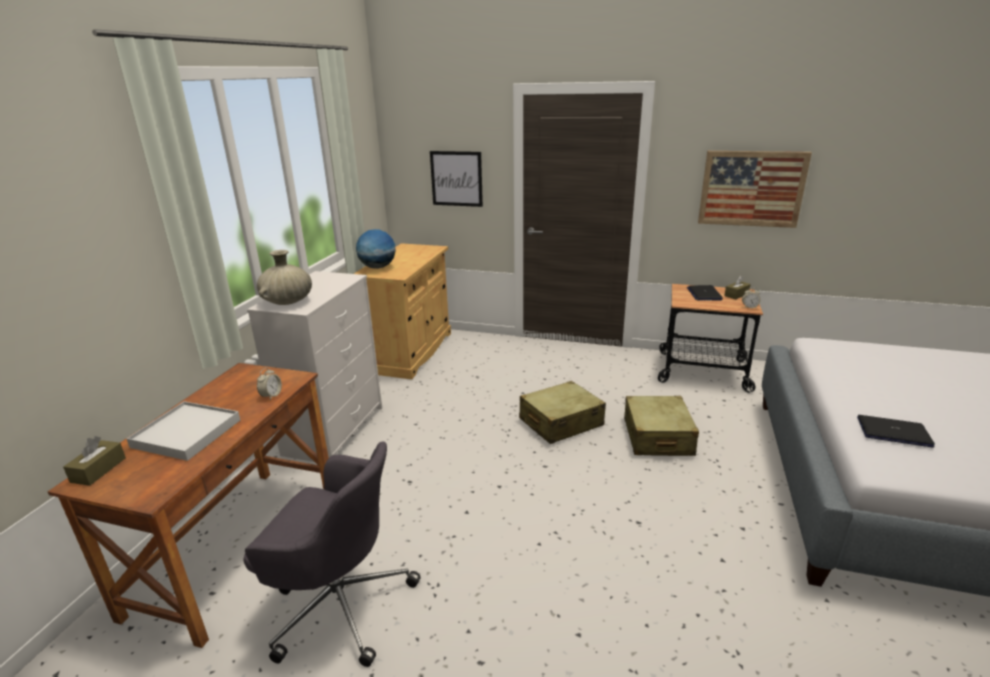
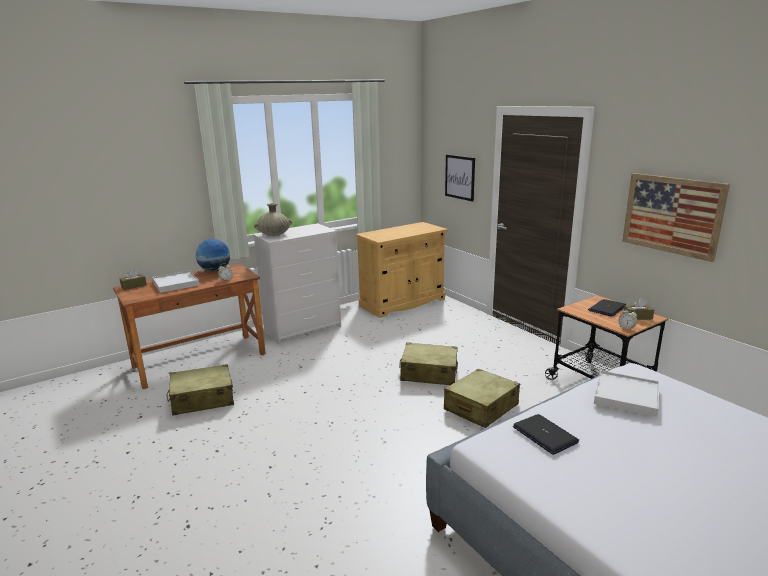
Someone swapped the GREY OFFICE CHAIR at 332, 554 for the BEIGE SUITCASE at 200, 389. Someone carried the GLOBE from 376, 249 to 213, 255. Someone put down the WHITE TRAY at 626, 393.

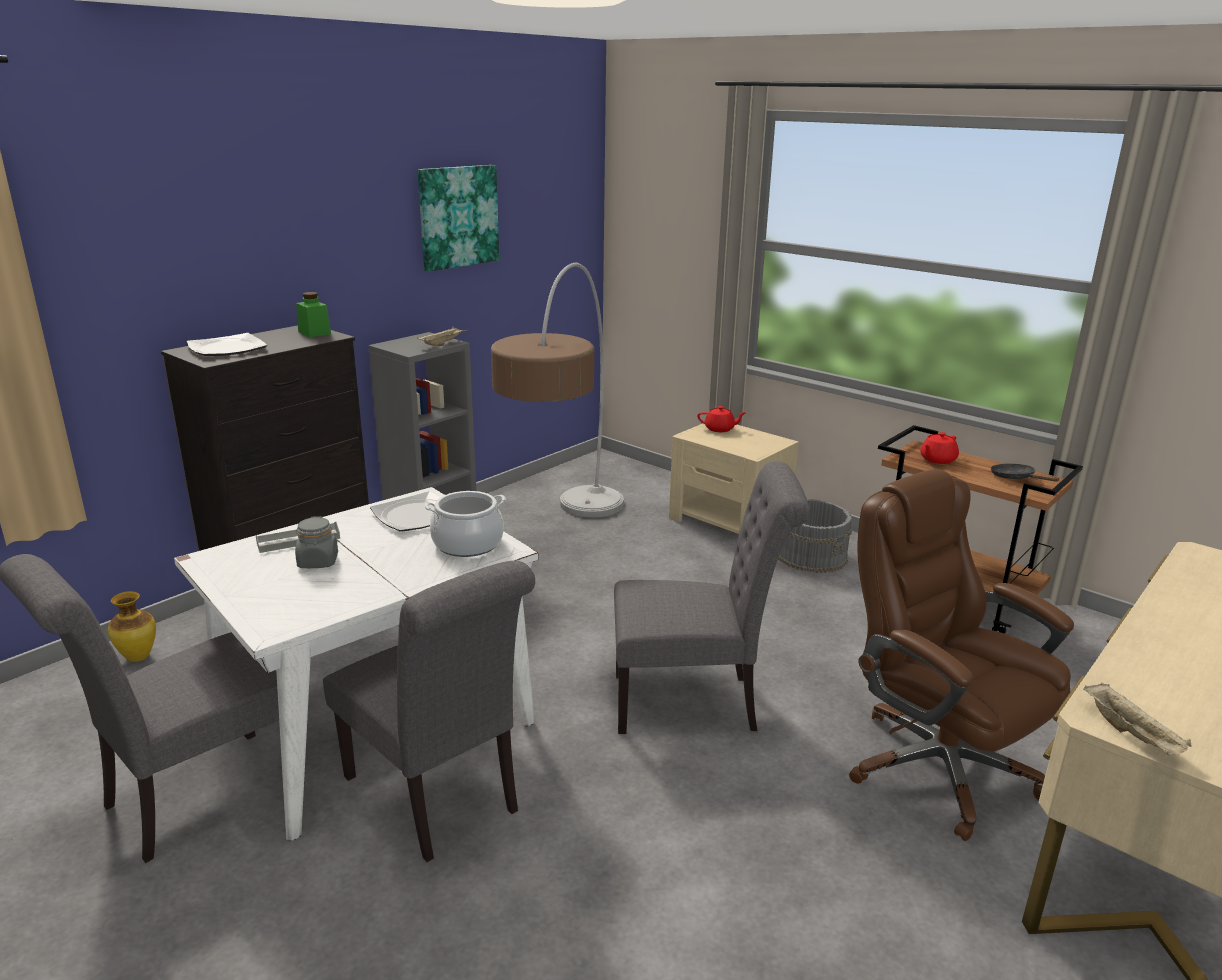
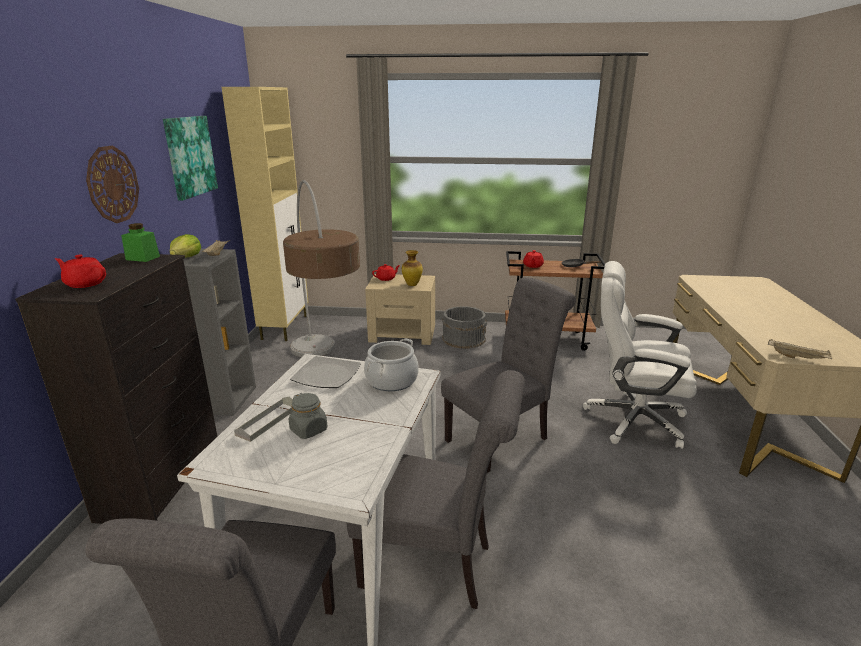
Someone carried the VASE from 132, 626 to 412, 268. Someone swapped the PLATE at 227, 344 for the RED TEAPOT at 80, 271. Someone repainted the BROWN OFFICE CHAIR at 961, 655, which became the WHITE OFFICE CHAIR at 640, 355. Someone put up the WALL CLOCK at 112, 184. Someone put down the LETTUCE at 185, 246. Someone put down the BEIGE CABINET at 264, 214.

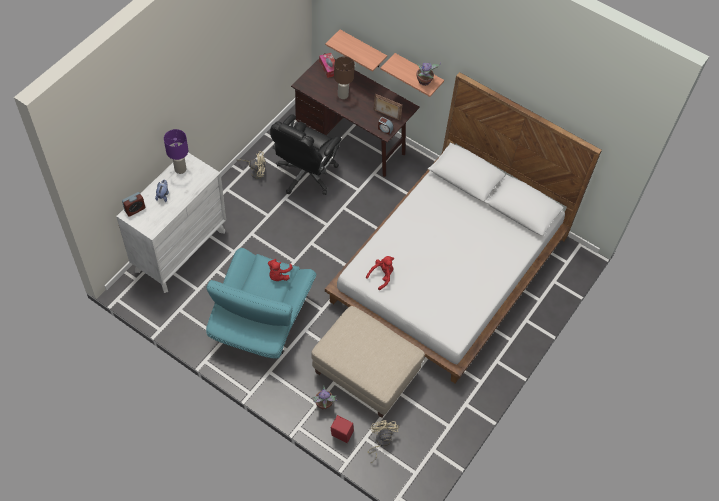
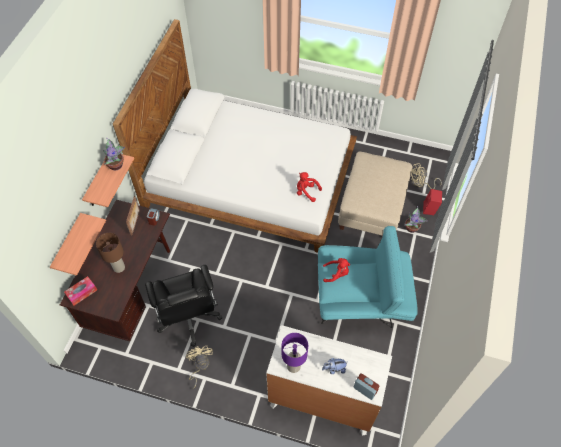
Someone rotated the BLACK OFFICE CHAIR at 306, 154 by 60 degrees clockwise.

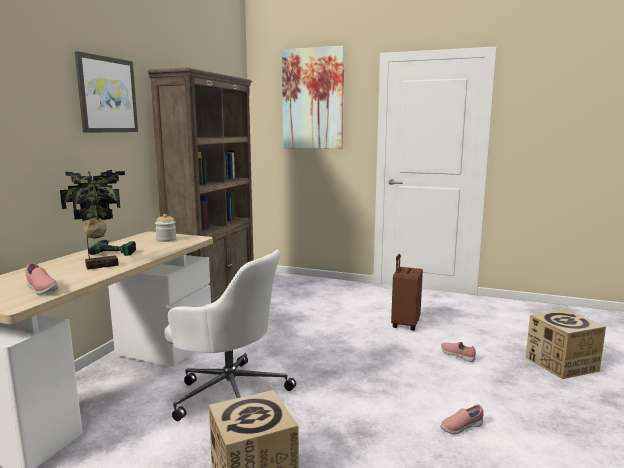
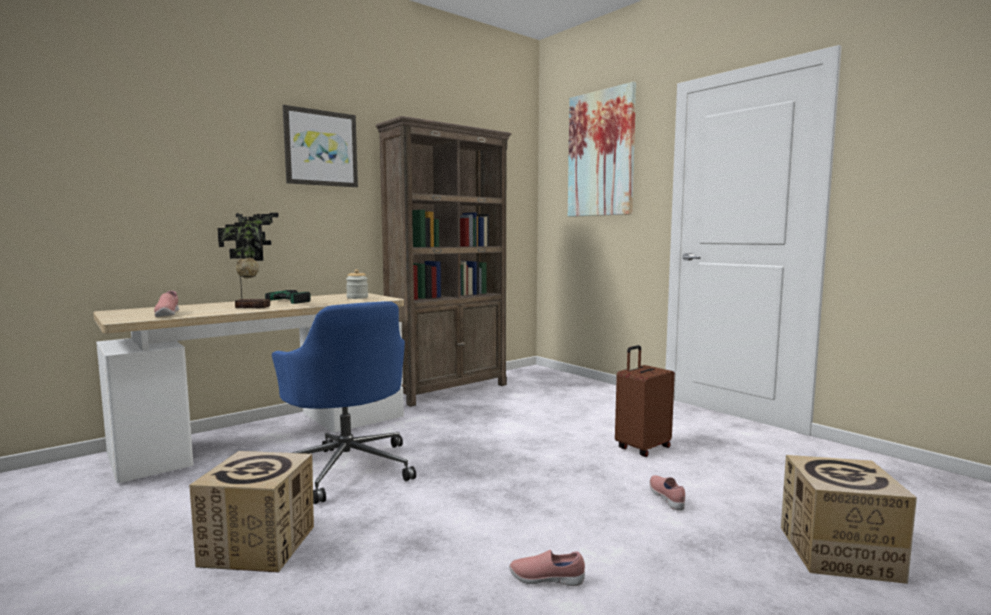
Someone repainted the WHITE OFFICE CHAIR at 230, 335, which became the BLUE OFFICE CHAIR at 344, 402.

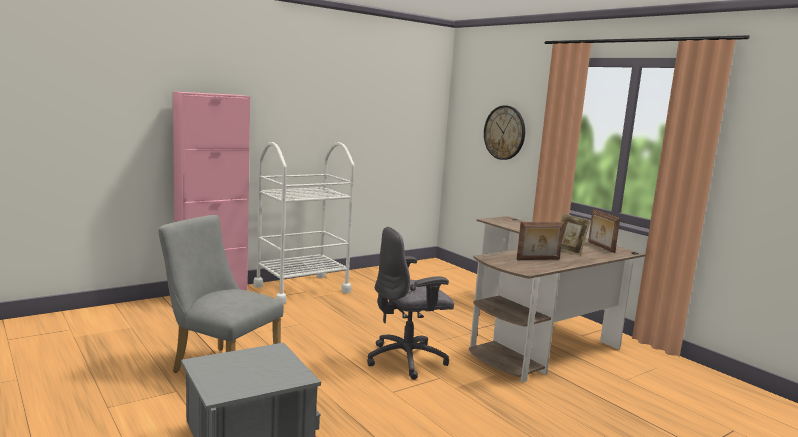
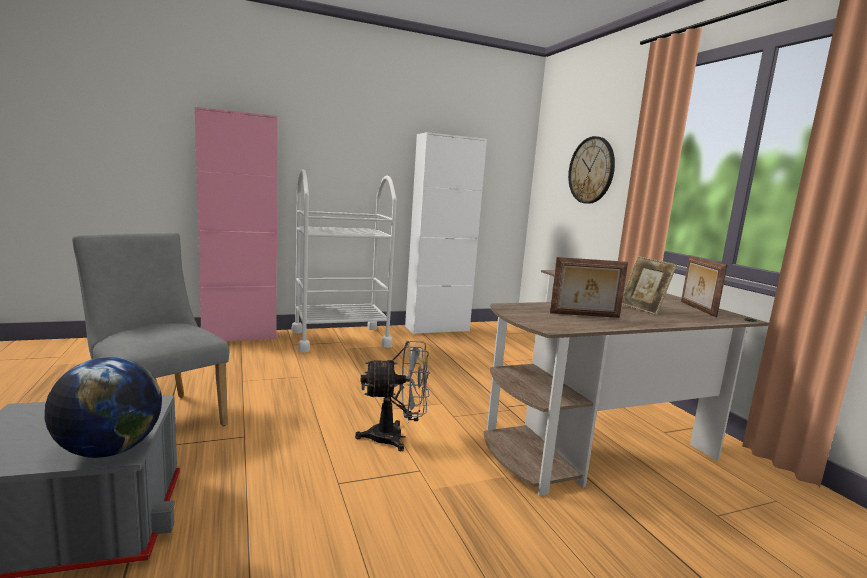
Someone swapped the GREY OFFICE CHAIR at 410, 303 for the GREY FAN at 392, 396. Someone put down the GLOBE at 103, 407. Someone put down the WHITE CABINET at 446, 233.

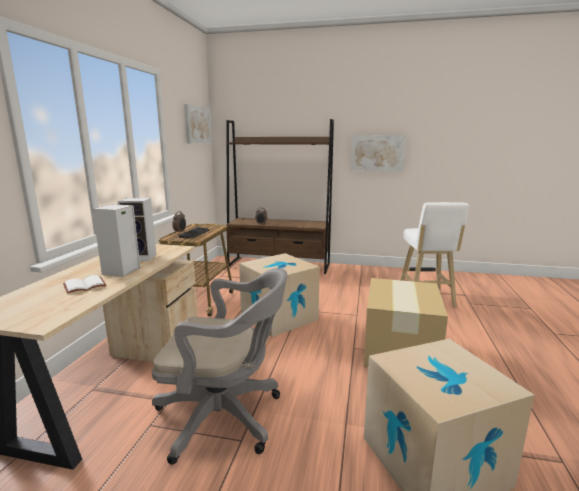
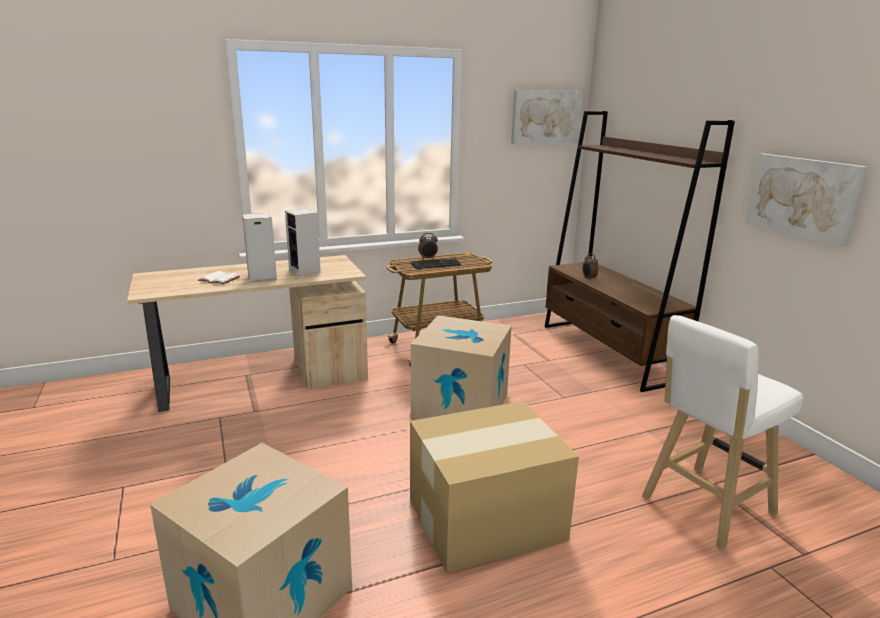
Someone took away the GREY OFFICE CHAIR at 219, 366.

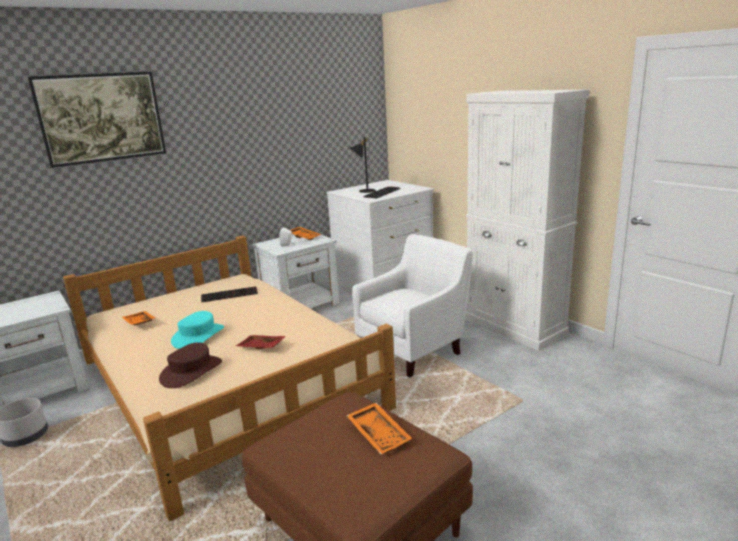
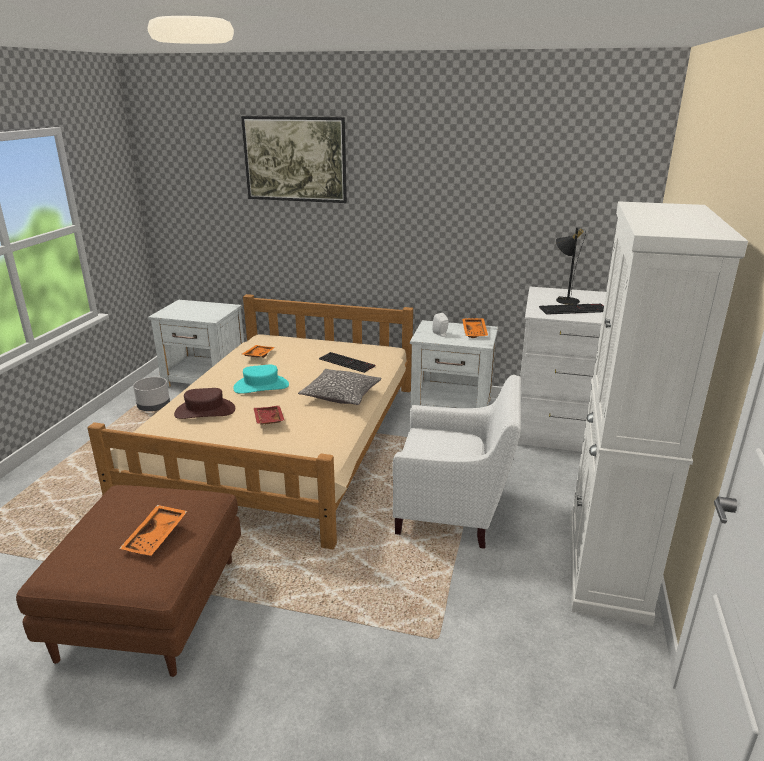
Someone put down the PILLOW at 340, 387.

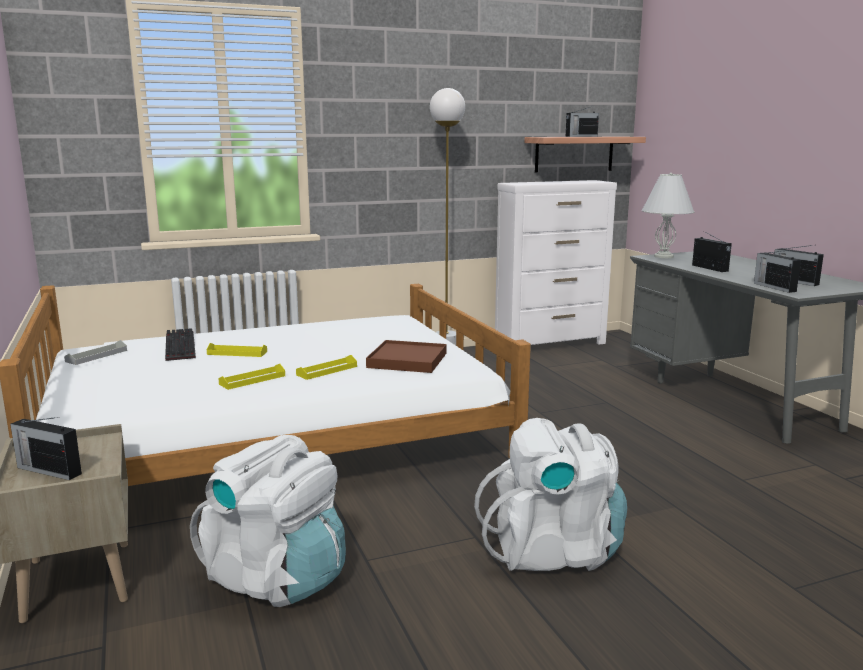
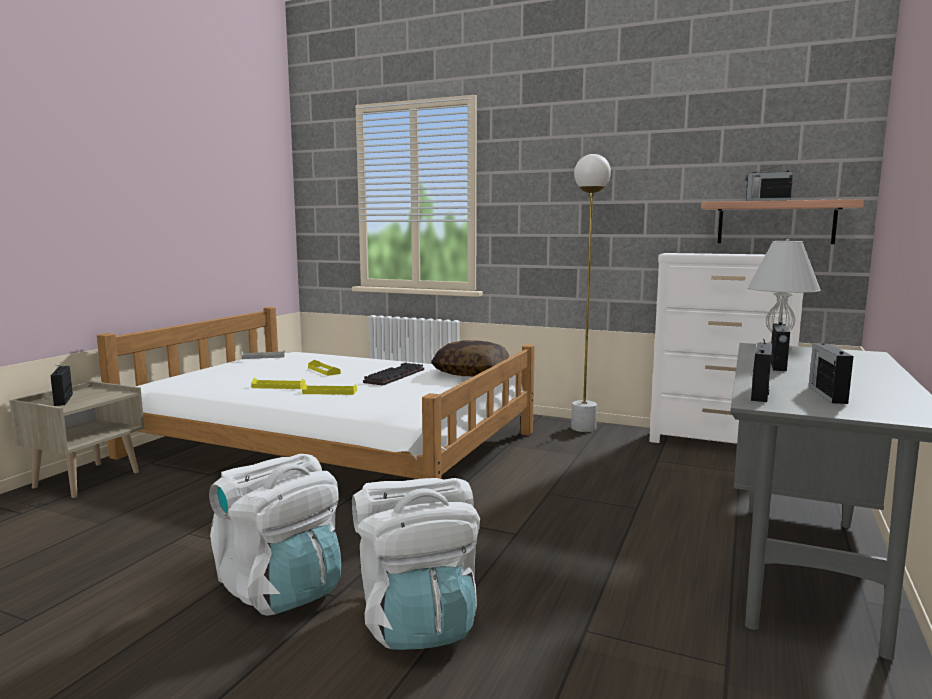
Someone carried the KEYBOARD from 180, 344 to 393, 374. Someone carried the WHITE BACKPACK from 268, 521 to 416, 564. Someone took away the BROWN TRAY at 406, 356. Someone put down the PILLOW at 470, 358.

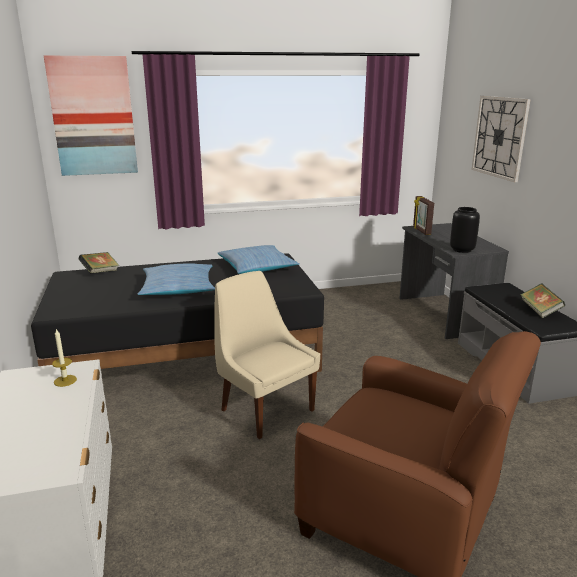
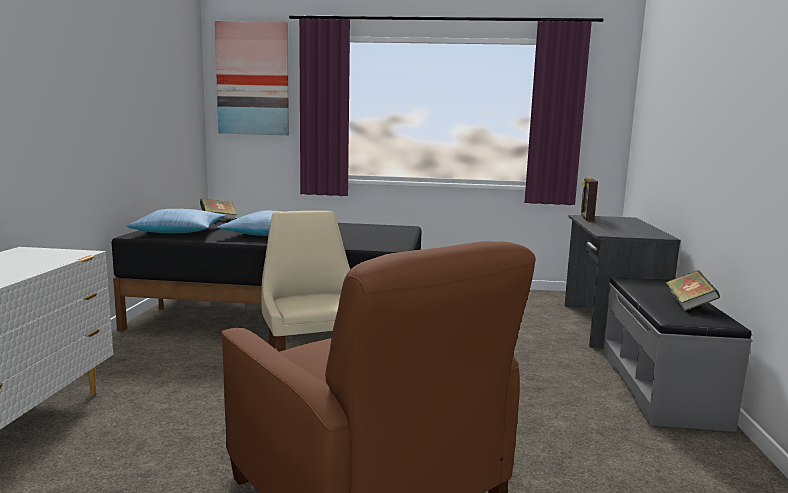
Someone took away the CANDLE at 64, 358. Someone carried the PILLOW from 258, 259 to 176, 221. Someone took away the BLACK VASE at 465, 230. Someone took away the WALL CLOCK at 501, 139.

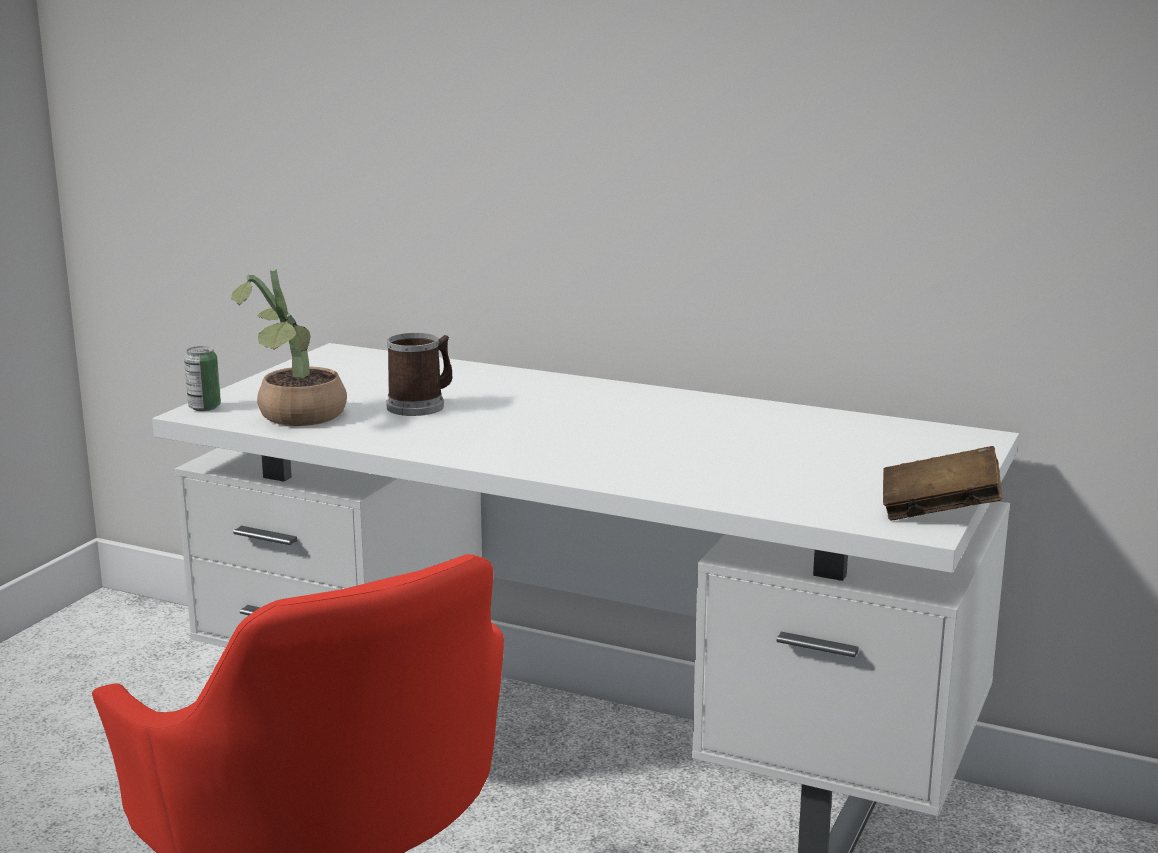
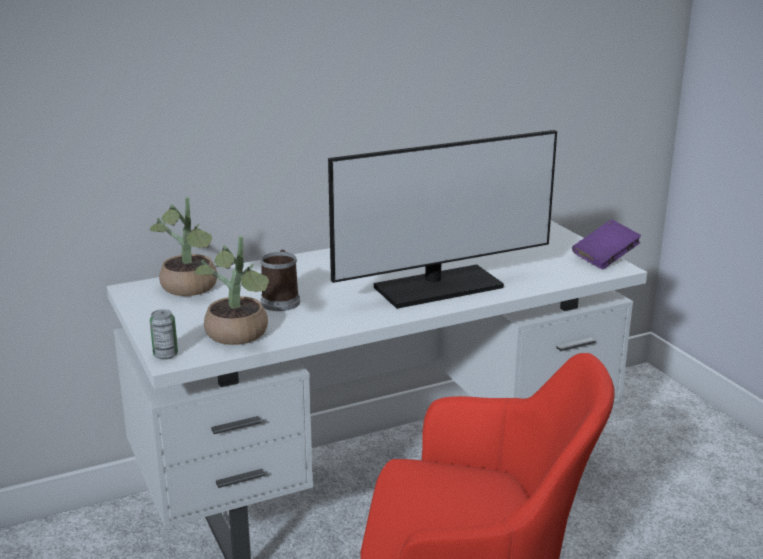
Someone repainted the BROWN BOOK at 942, 483, which became the PURPLE BOOK at 607, 244. Someone put down the POTTED PLANT at 183, 246. Someone put down the MONITOR at 442, 219.

